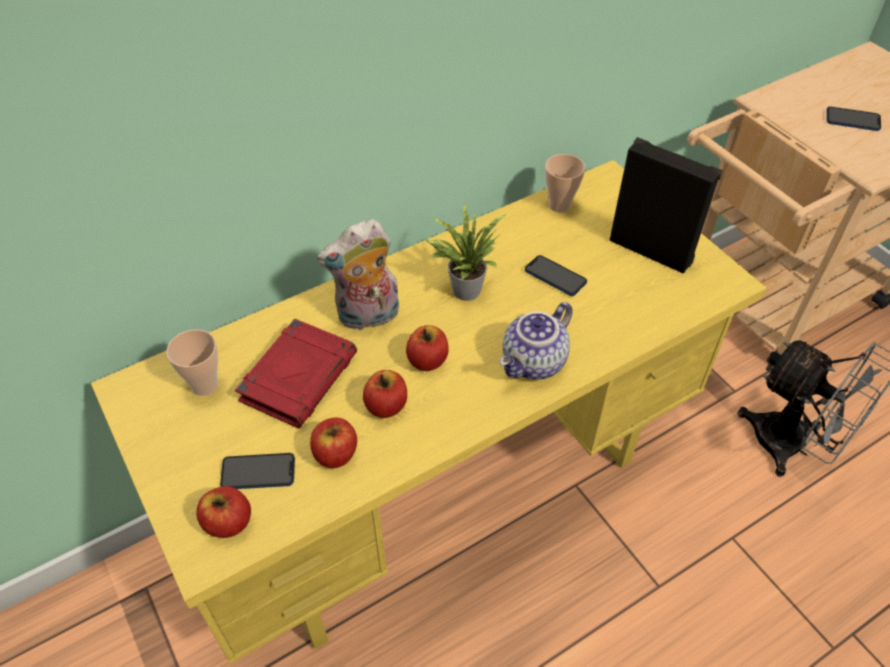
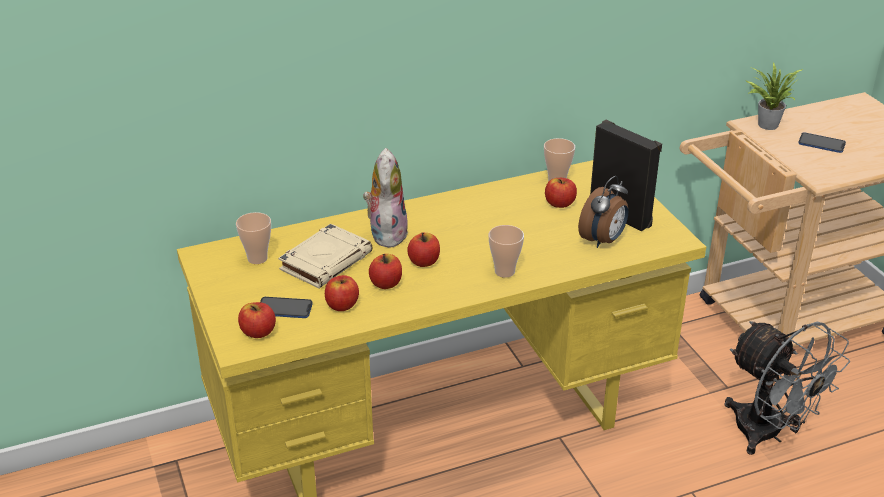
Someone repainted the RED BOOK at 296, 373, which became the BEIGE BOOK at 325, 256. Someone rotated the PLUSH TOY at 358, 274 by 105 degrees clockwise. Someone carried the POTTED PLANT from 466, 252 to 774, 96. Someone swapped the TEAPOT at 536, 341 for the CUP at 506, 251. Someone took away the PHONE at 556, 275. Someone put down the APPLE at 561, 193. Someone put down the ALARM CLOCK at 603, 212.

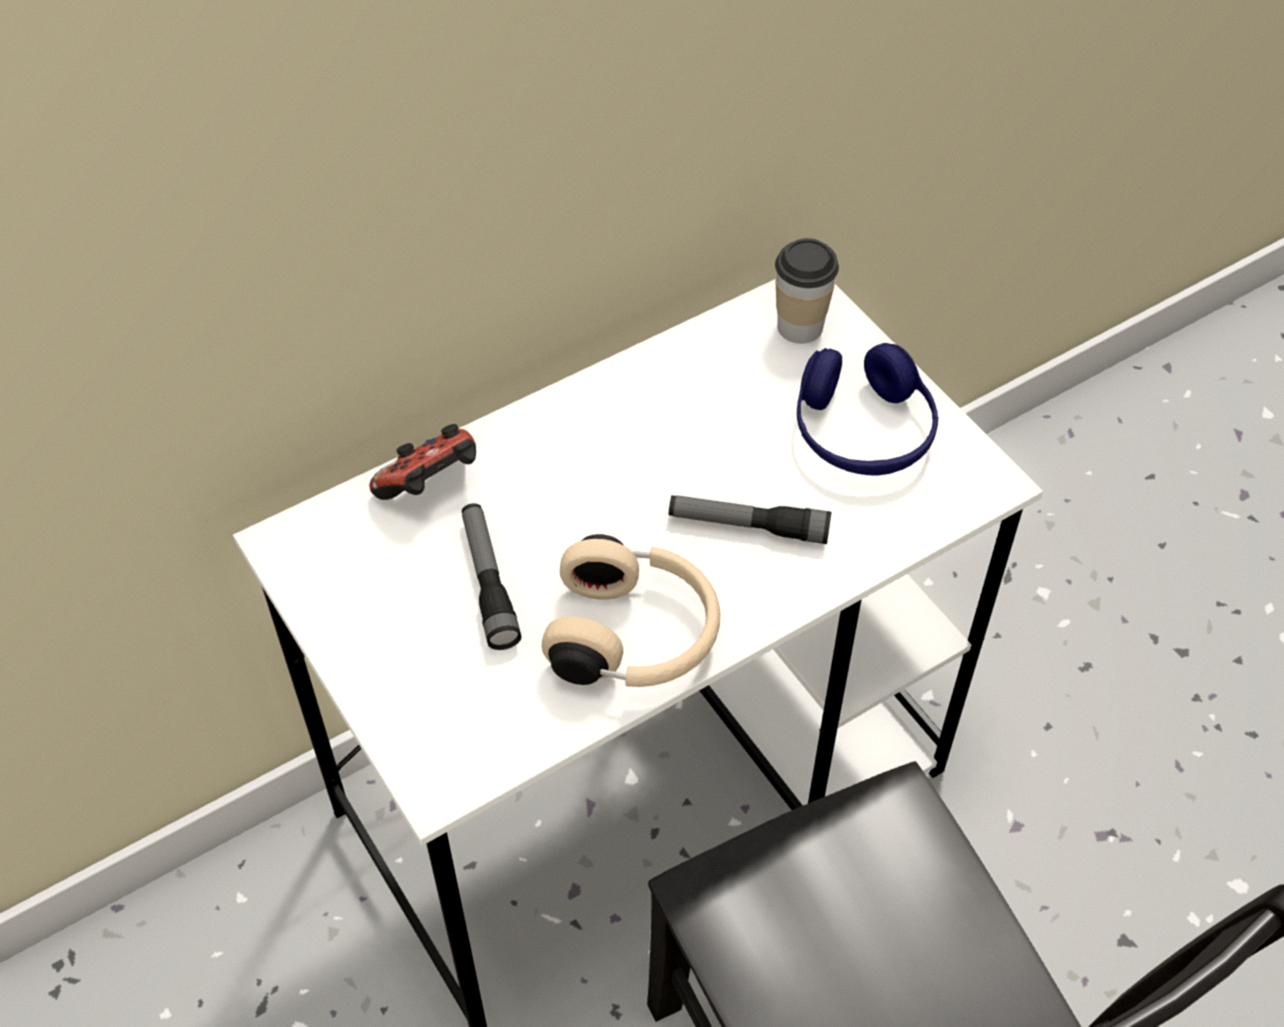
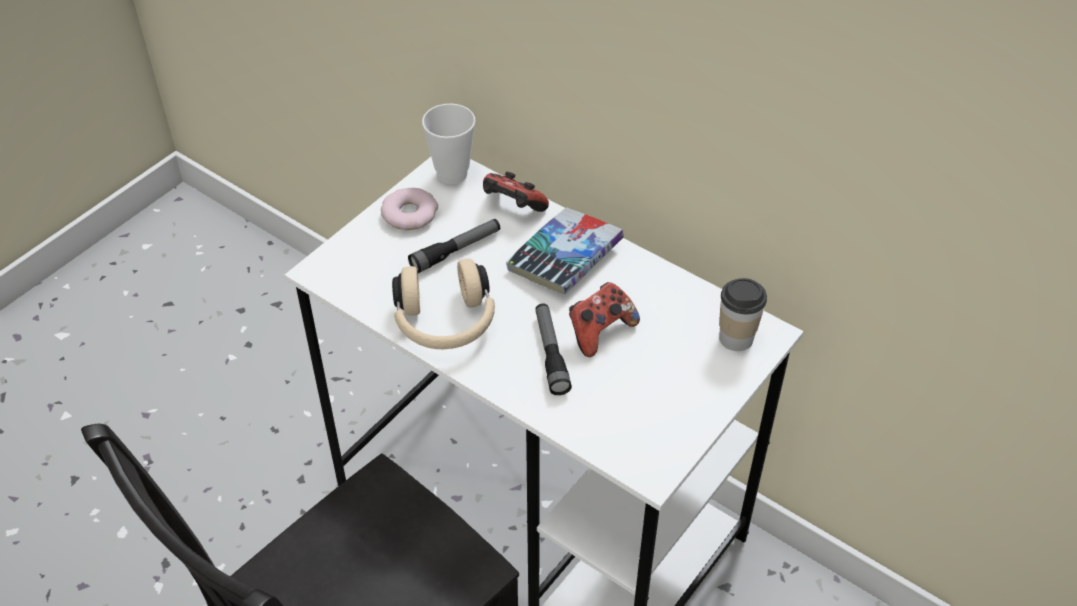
Someone took away the BLUE HEADPHONES at 867, 409. Someone put down the DONUT at 409, 209. Someone put down the CUP at 449, 144. Someone put down the BOOK at 565, 250. Someone put down the GAME CONTROLLER at 604, 319.

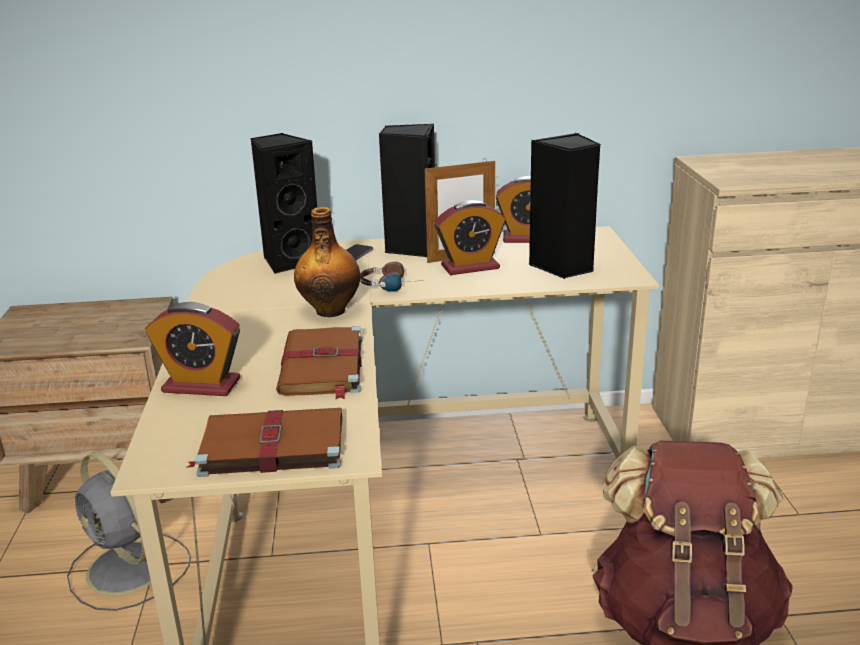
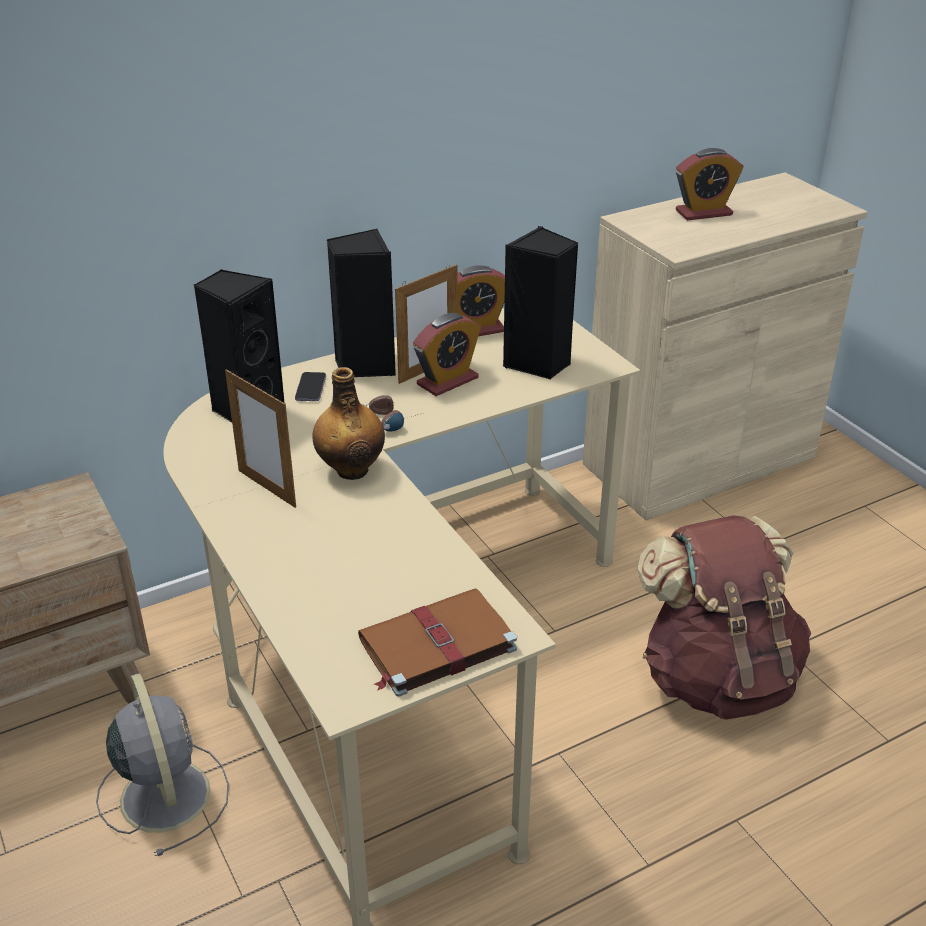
Someone rotated the GREY FAN at 129, 531 by 135 degrees counterclockwise. Someone carried the ALARM CLOCK from 192, 349 to 709, 184. Someone took away the BROWN BOOK at 319, 363. Someone put down the PICTURE FRAME at 260, 438.

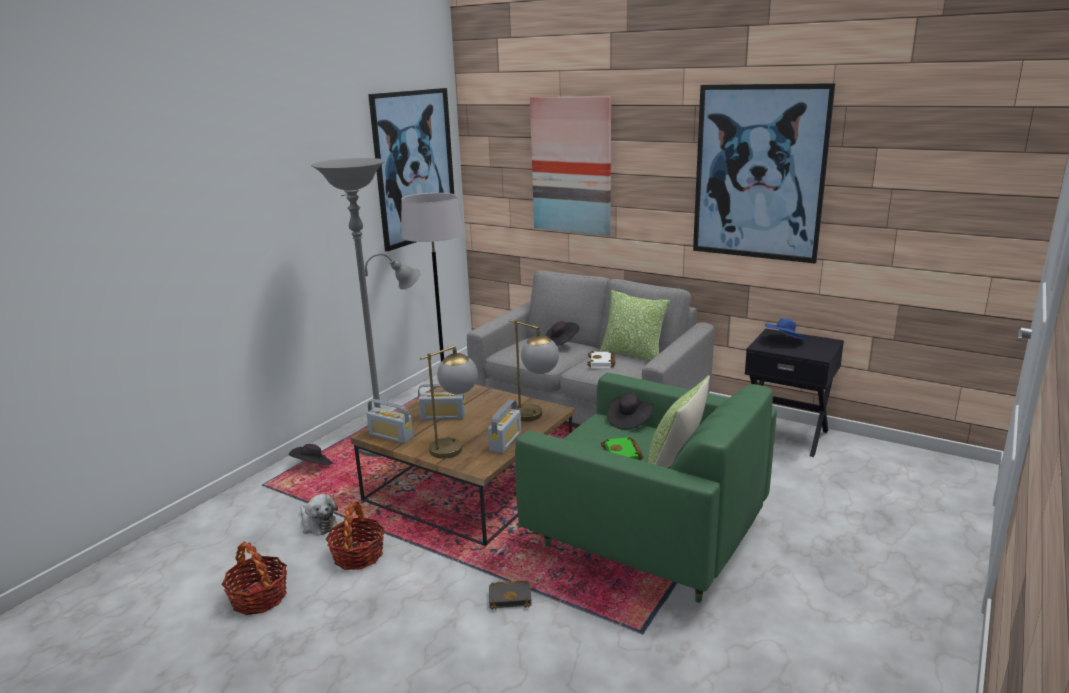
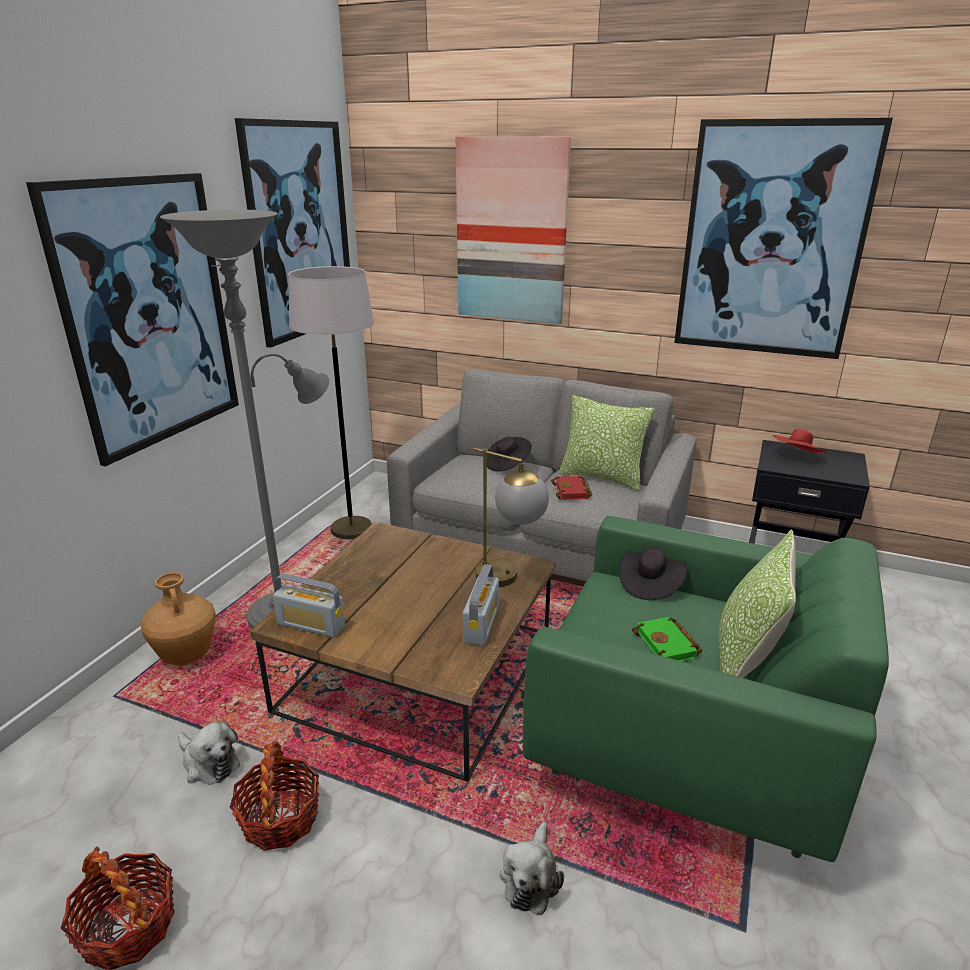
Someone swapped the BLACK HAT at 311, 454 for the BROWN VASE at 178, 618. Someone took away the RADIO at 441, 402. Someone took away the TABLE LAMP at 449, 402. Someone swapped the BLACK BOOK at 510, 595 for the PLUSH TOY at 532, 868. Someone repainted the WHITE BOOK at 601, 359, which became the RED BOOK at 571, 488. Someone repainted the BLUE HAT at 785, 328, which became the RED HAT at 799, 441. Someone put up the PICTURE at 132, 320.

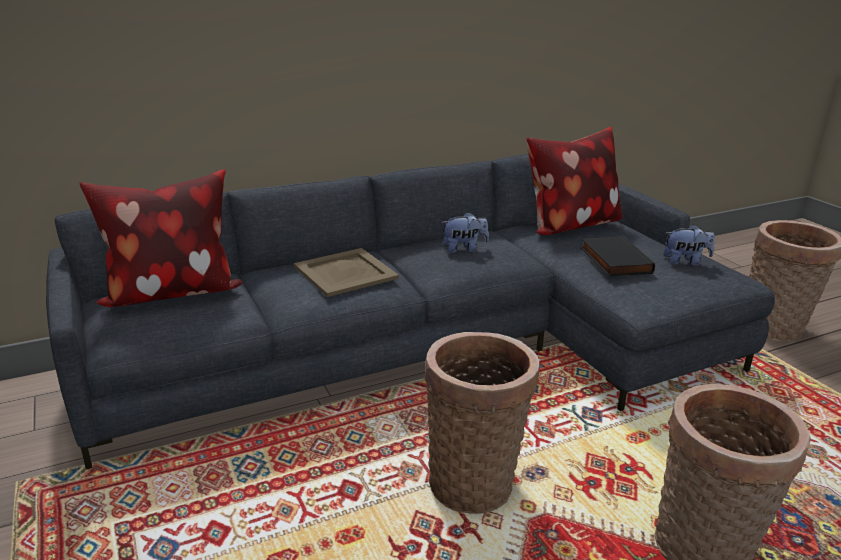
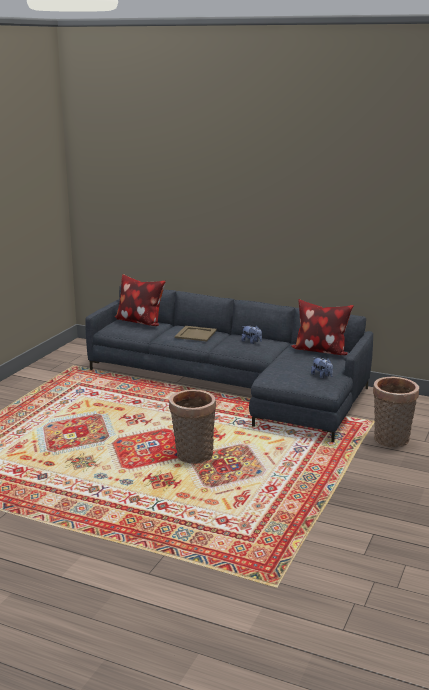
Someone took away the BASKET at 482, 423. Someone took away the BLACK BOOK at 618, 256.

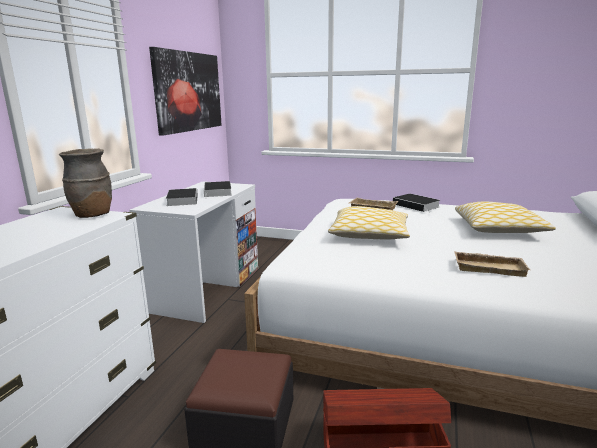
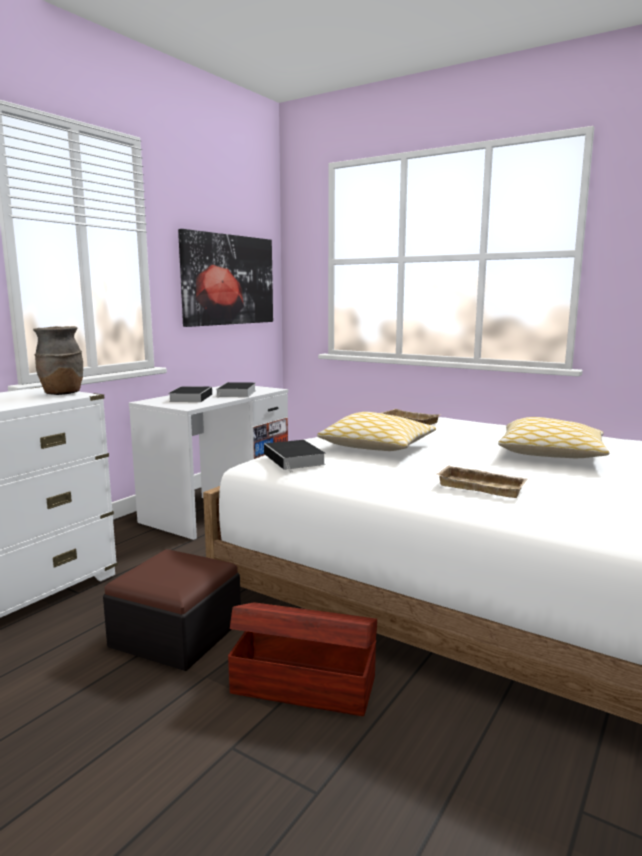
Someone carried the BOOK from 416, 203 to 295, 456.

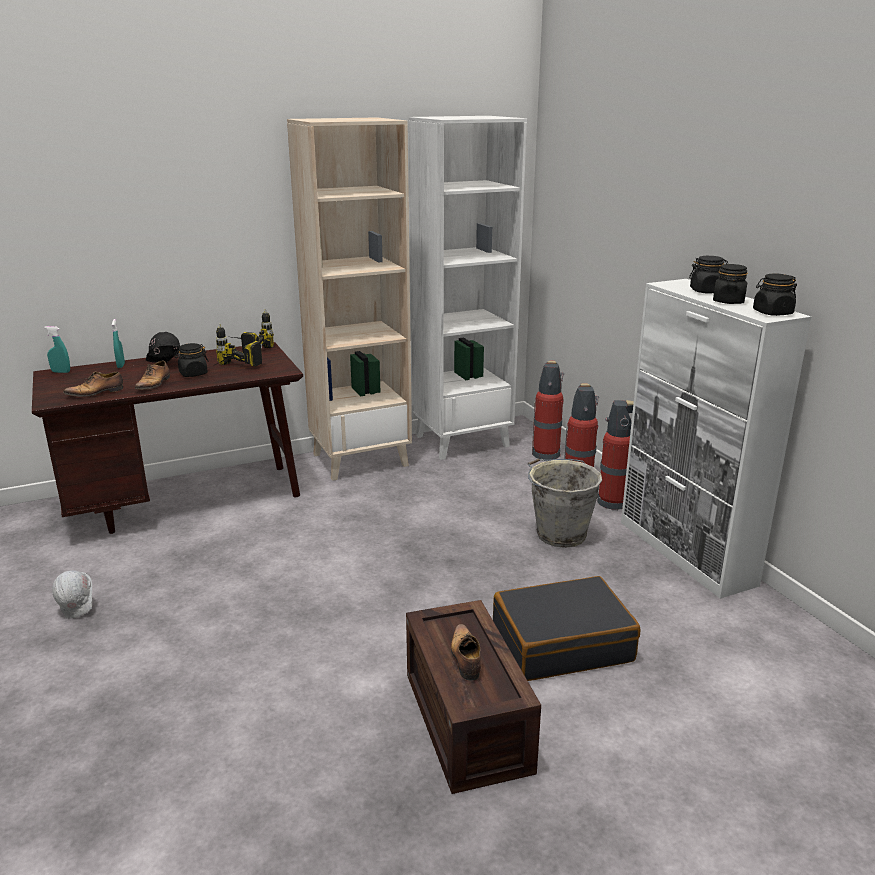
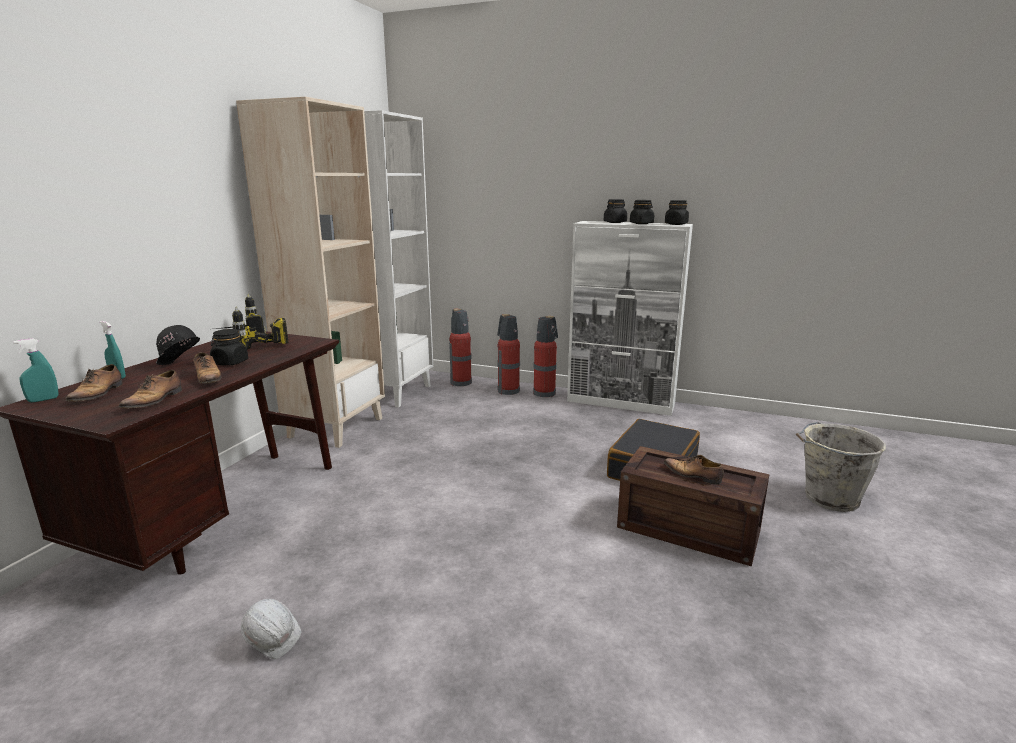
Someone carried the GREY BUCKET from 565, 503 to 841, 467. Someone put down the SHOE at 94, 383.

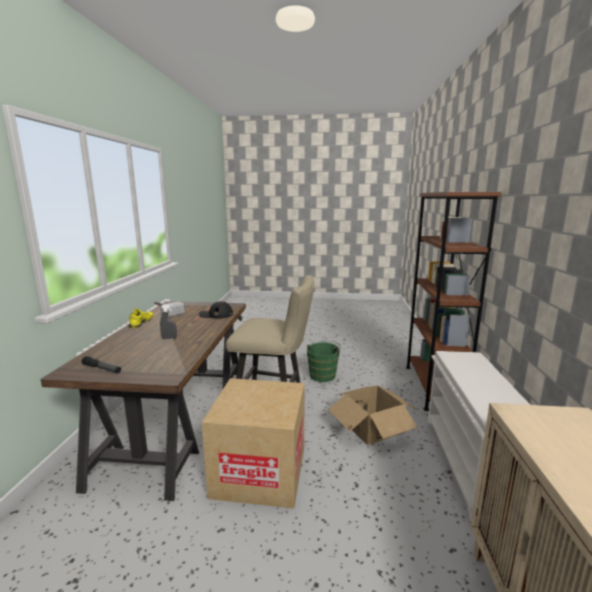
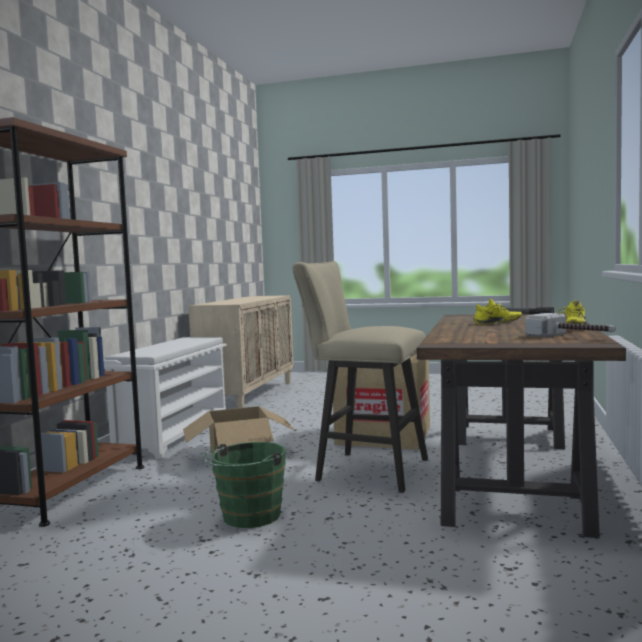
Someone swapped the GREY SPRAY BOTTLE at 168, 321 for the YELLOW SHOE at 497, 311. Someone took away the BLACK CAP at 216, 310.

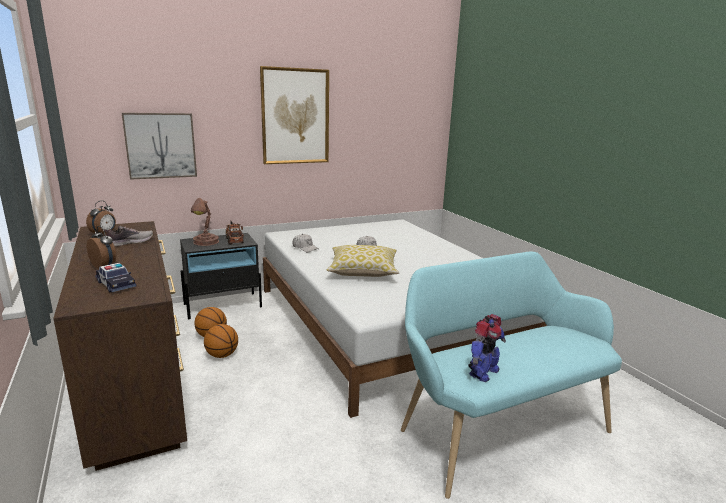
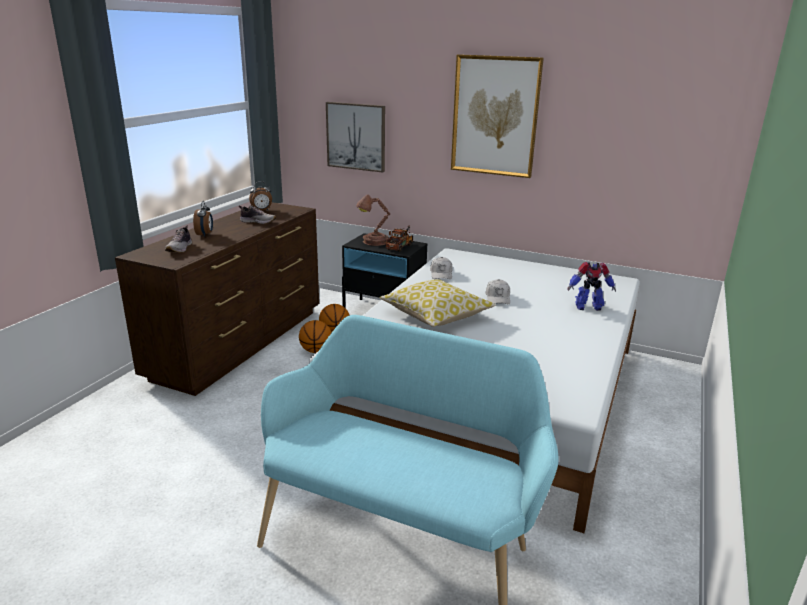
Someone swapped the TOY CAR at 115, 277 for the SHOE at 178, 239. Someone carried the TOY ROBOT from 487, 348 to 592, 286.

